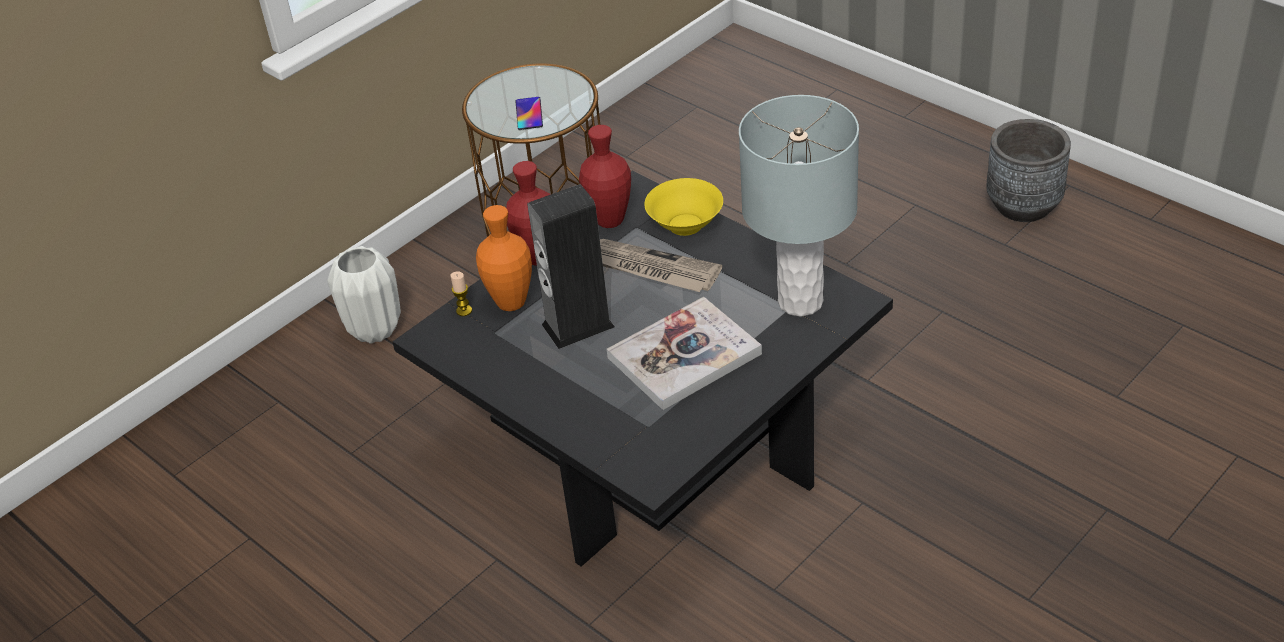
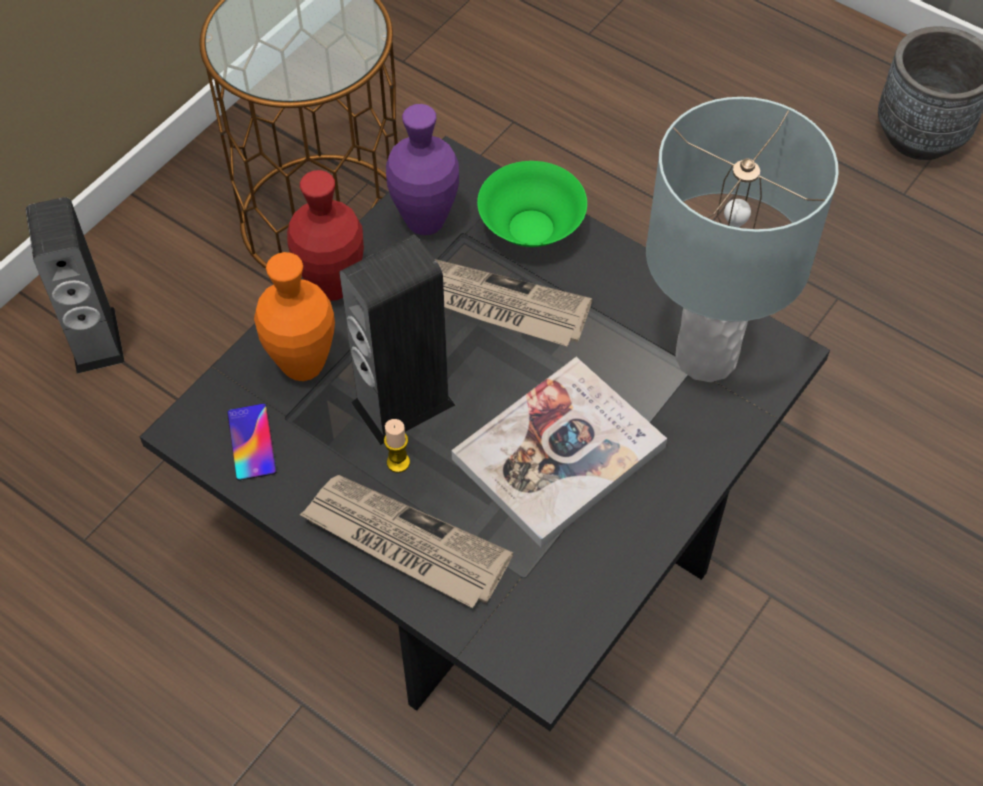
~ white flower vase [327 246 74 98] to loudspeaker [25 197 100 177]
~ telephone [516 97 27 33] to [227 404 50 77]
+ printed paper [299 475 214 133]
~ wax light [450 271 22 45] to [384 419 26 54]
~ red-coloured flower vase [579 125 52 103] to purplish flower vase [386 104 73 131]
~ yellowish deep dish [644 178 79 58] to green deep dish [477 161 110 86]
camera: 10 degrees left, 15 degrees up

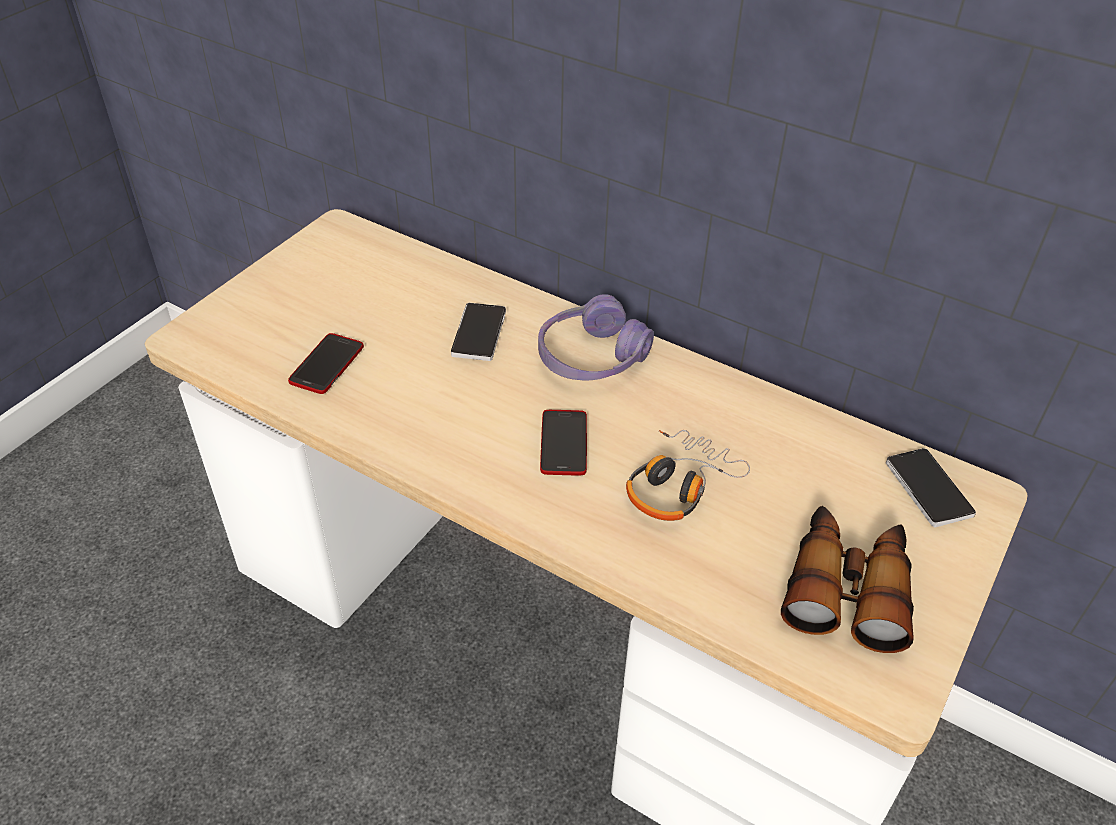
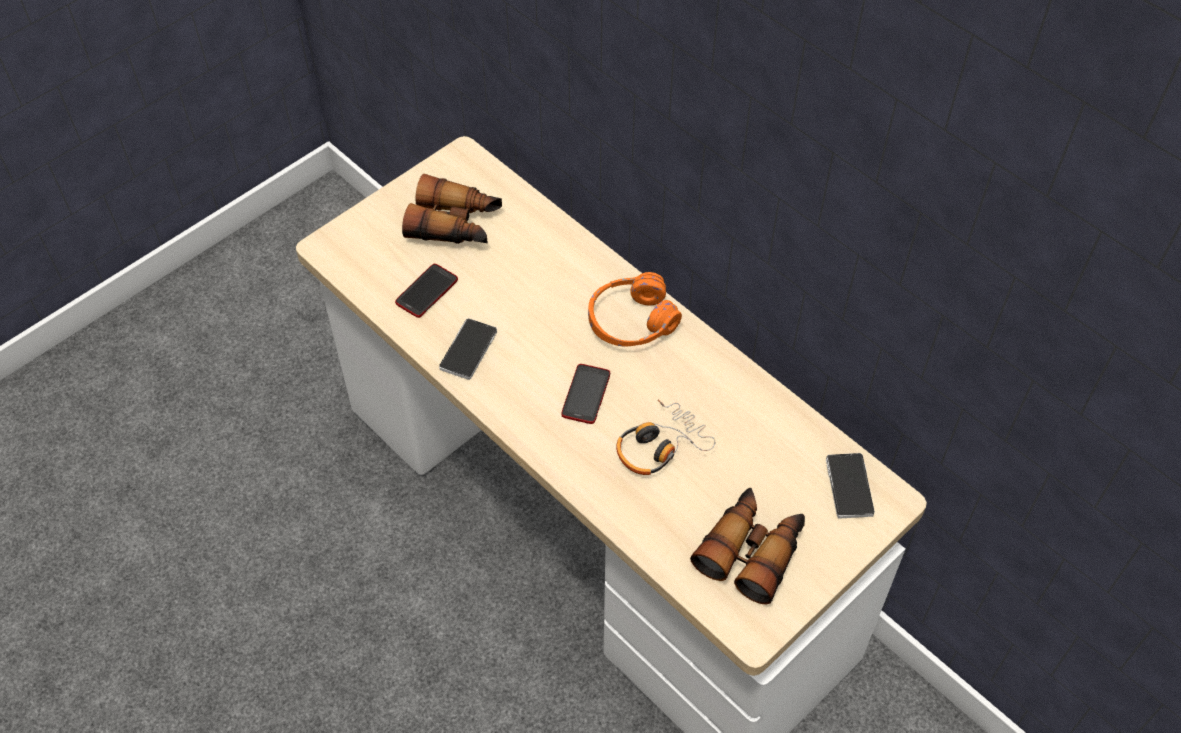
+ pair of binoculars [402 174 100 70]
~ telephone [451 303 55 58] to [439 318 58 62]
~ purplish headphones [538 294 116 86] to orangey headphones [588 272 94 75]
camera: 15 degrees right, 10 degrees up

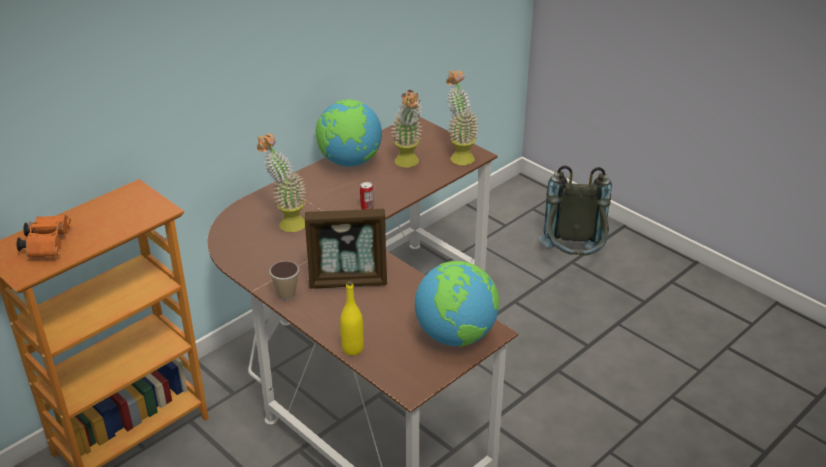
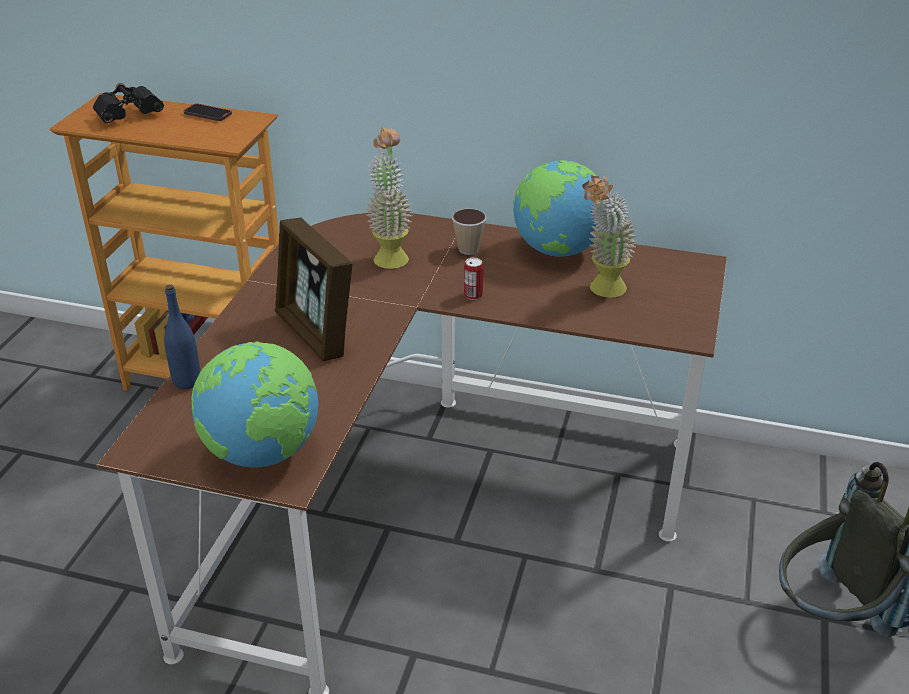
~ orangey pair of binoculars [16 215 55 42] to black-coloured pair of binoculars [93 83 71 40]
~ yellowish beverage bottle [340 281 24 75] to blue-coloured beverage bottle [164 284 37 105]
+ telephone [183 103 49 18]
~ small cup [269 261 30 39] to [452 209 35 46]
- potted plant [446 70 33 95]
camera: 60 degrees right, 0 degrees up

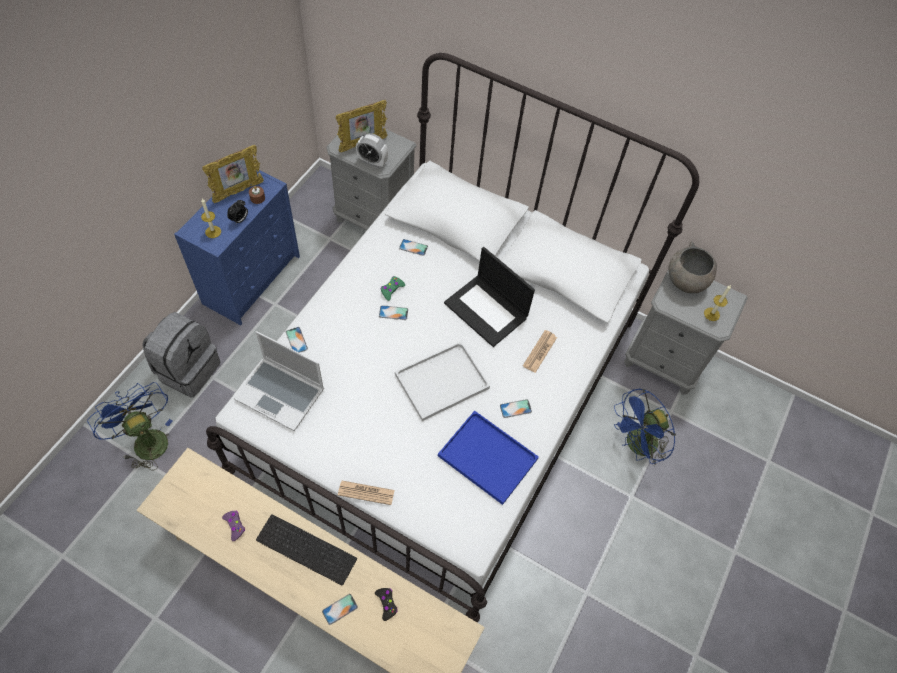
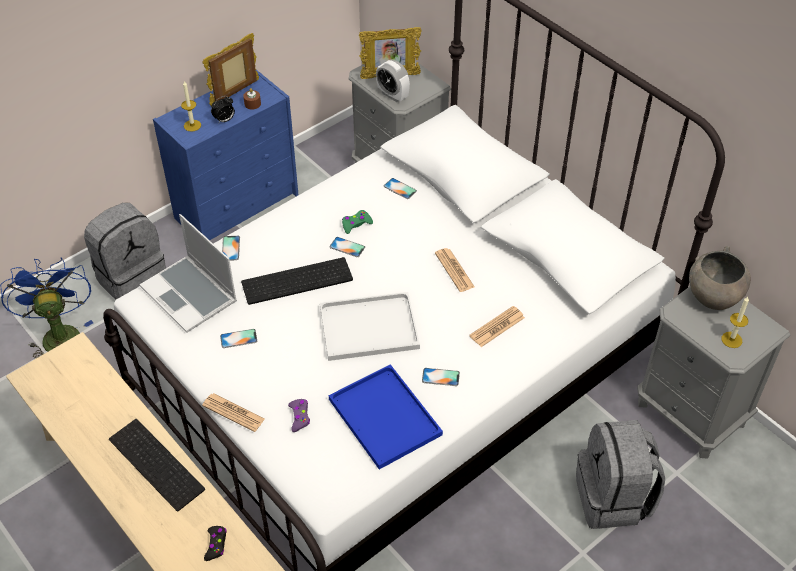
~ picture frame [202 145 62 58] = [203 33 56 73] 150 degrees clockwise
~ telephone [322 594 36 31] to [220 329 37 19]
+ keyboard [241 257 112 48]
~ purplish joypad [222 510 23 31] to [288 399 22 33]
~ notebook computer [444 247 91 100] to printed paper [435 248 40 44]
~ blue-coloured cooling fan [614 389 62 75] to greyish rucksack [576 420 89 109]
camera: 25 degrees right, 10 degrees down

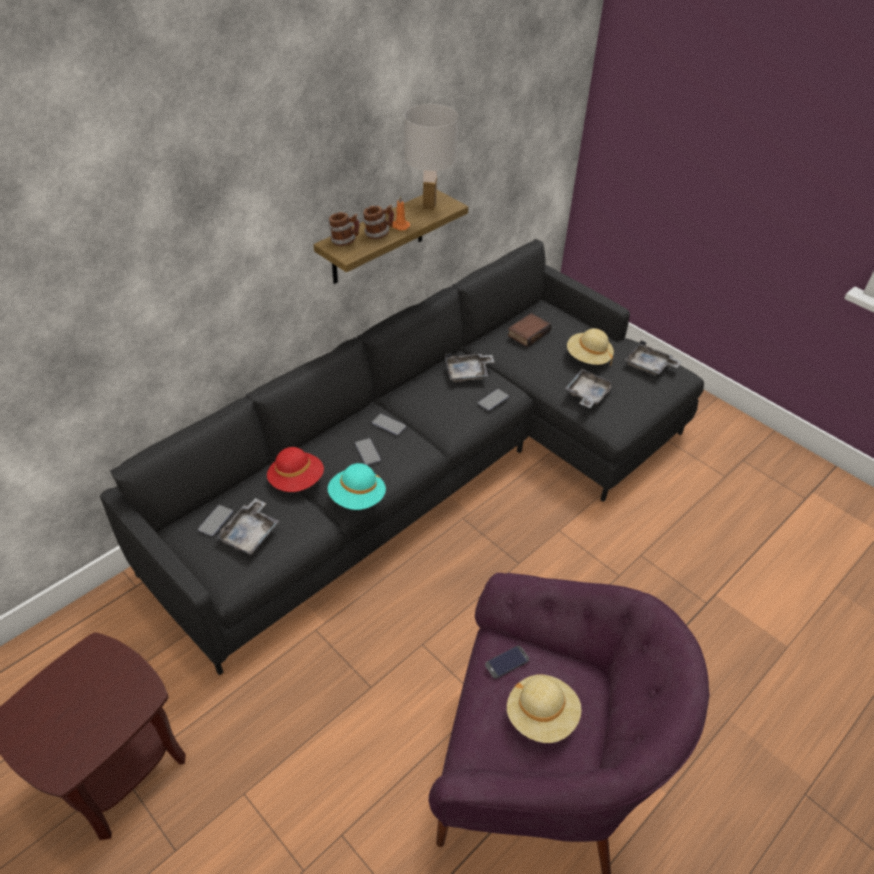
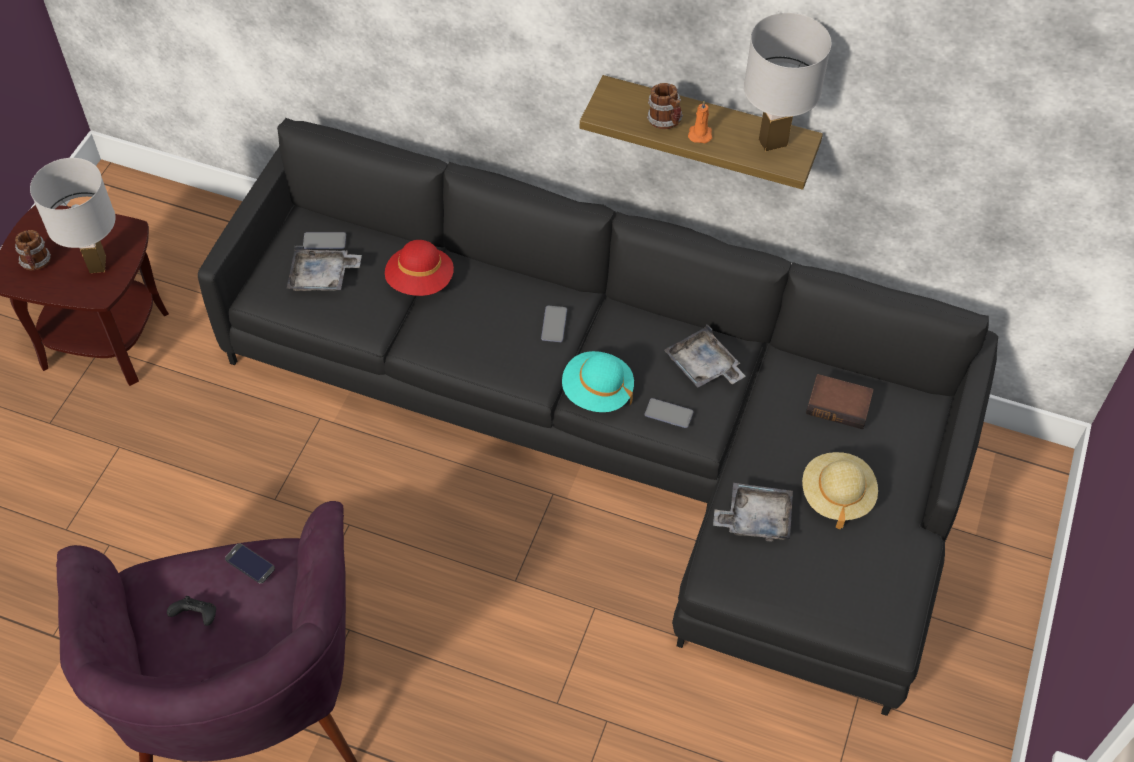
~ mug [329 212 31 34] to [15 230 36 40]
+ white table lamp [30 158 86 115]
~ sand-coloured hat [507 675 75 68] to black-coloured joypad [167 596 49 30]
~ turquoise hat [328 463 58 47] to [562 351 72 61]
- telephone [355 438 26 27]
- greyish tray [625 340 56 35]
camera: 65 degrees right, 10 degrees up

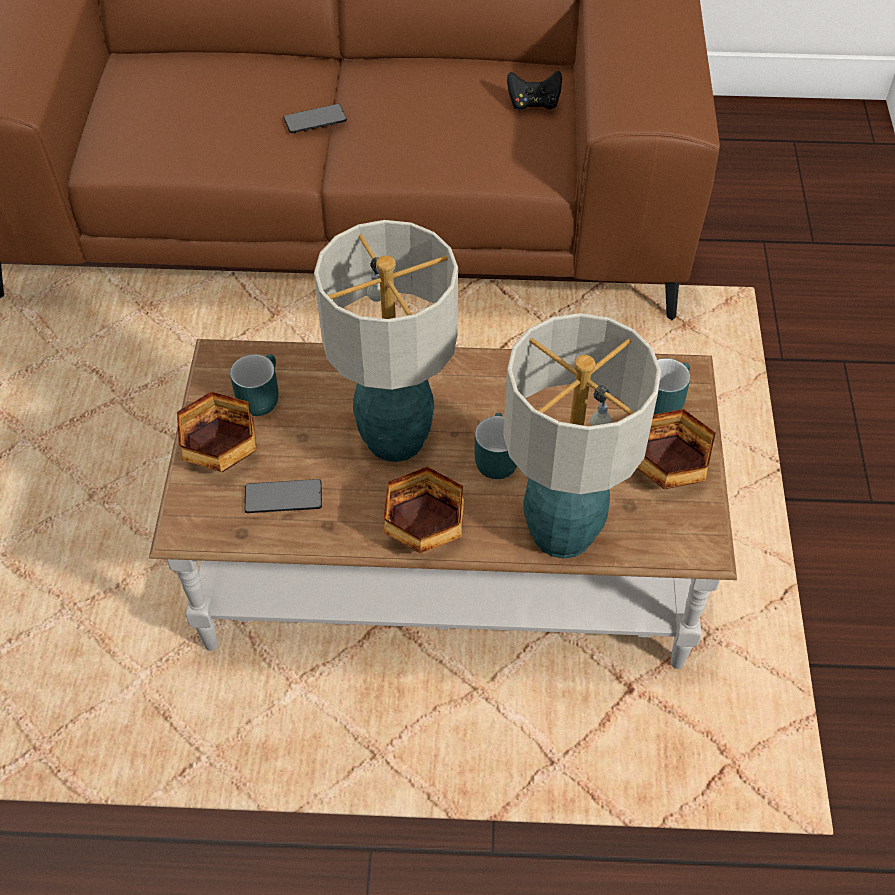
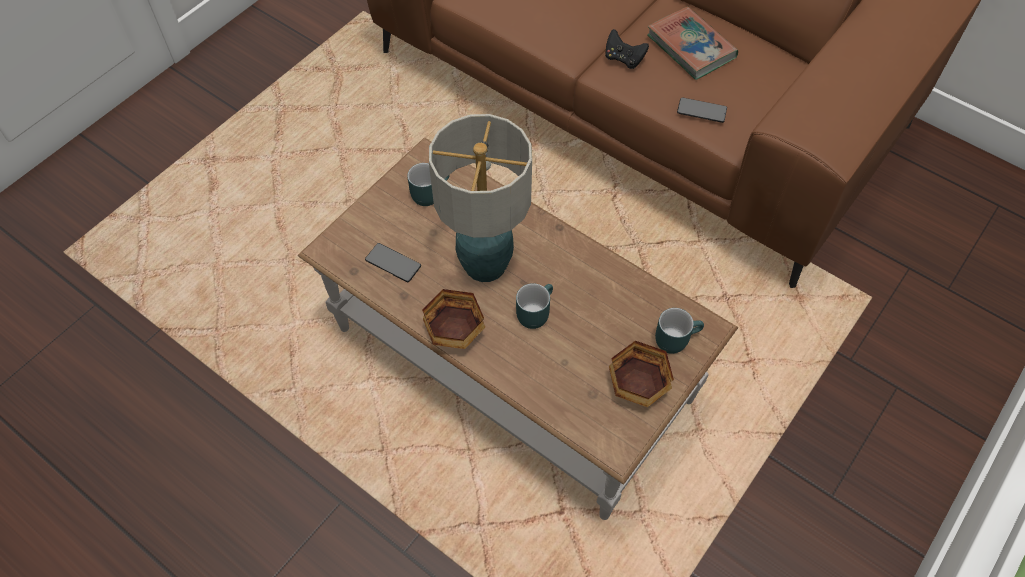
~ black-coloured joypad [507 71 55 39] to [605 29 44 40]
+ book [647 7 91 73]
~ telephone [284 104 63 29] to [677 97 50 26]
- deep dish [177 391 80 81]
- table lamp [503 313 158 246]
camera: 35 degrees right, 5 degrees up

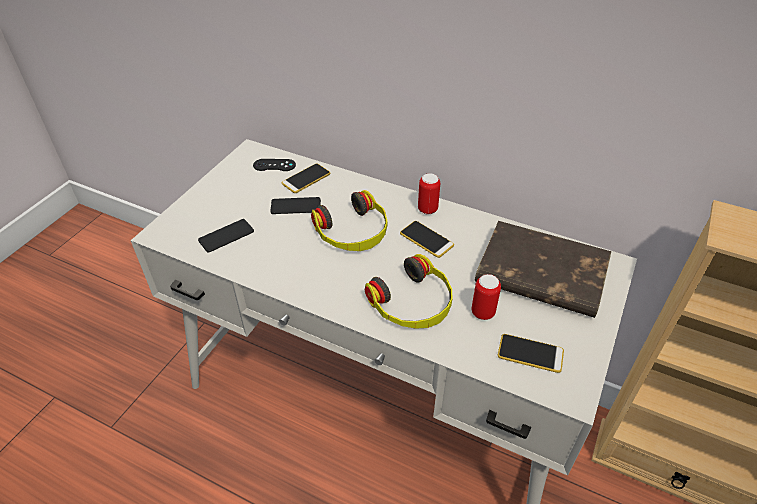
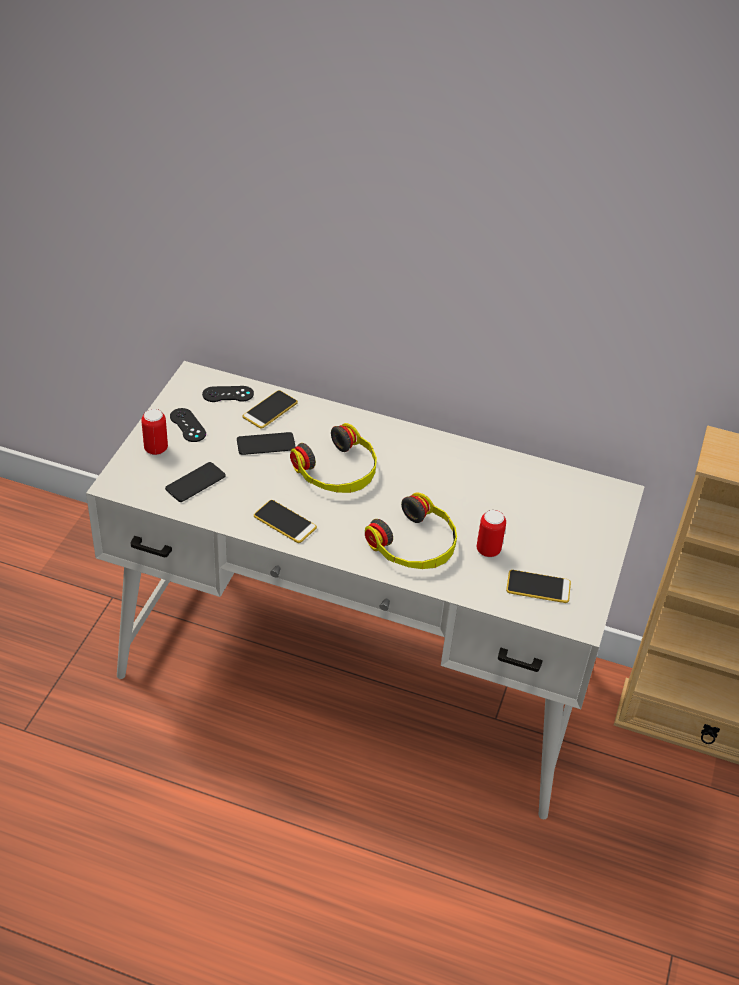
~ metal can [418 173 22 41] to [141 409 27 46]
+ black-coloured joypad [170 408 36 34]
~ telephone [400 221 54 37] to [254 500 63 43]
- brownish book [475 221 136 97]
camera: 10 degrees left, 0 degrees up

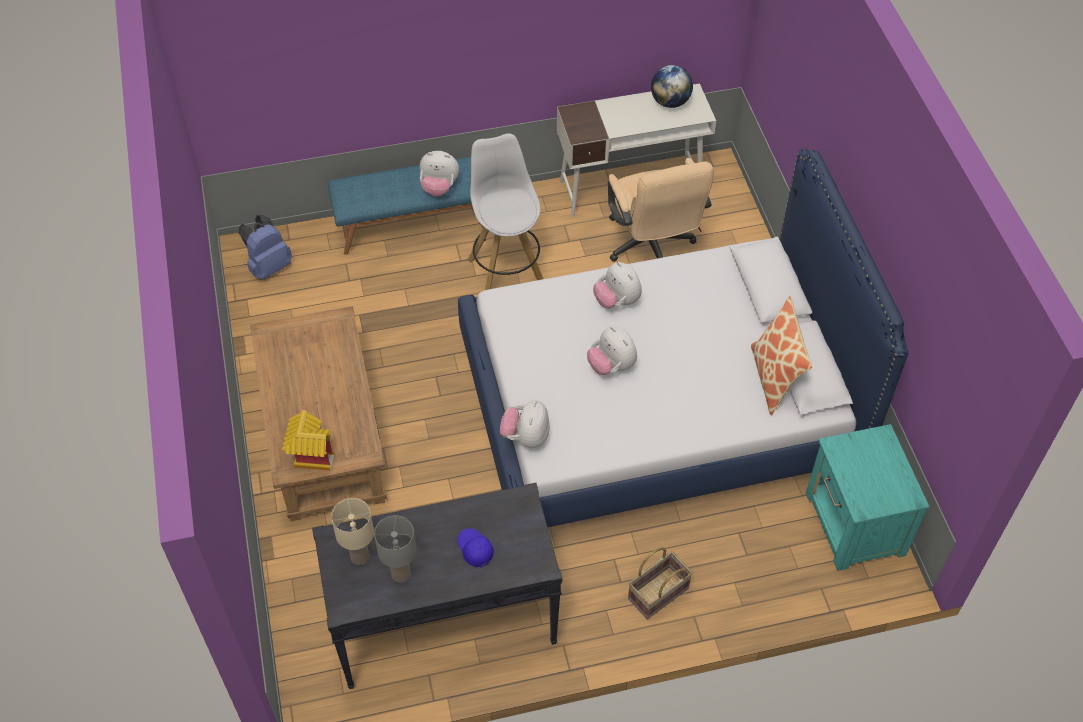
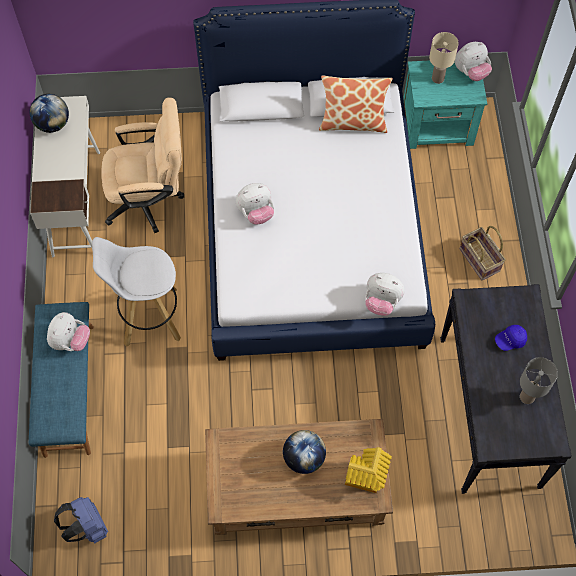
+ globe [283 430 43 44]
~ sand-coloured table lamp [331 498 43 67] to [429 32 30 52]
~ soft toy [587 327 50 48] to [455 42 37 39]
camera: 80 degrees left, 10 degrees up

